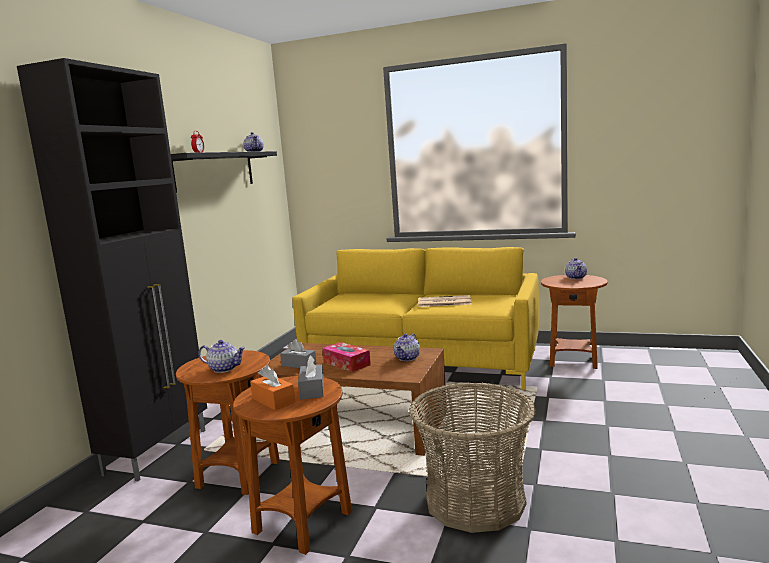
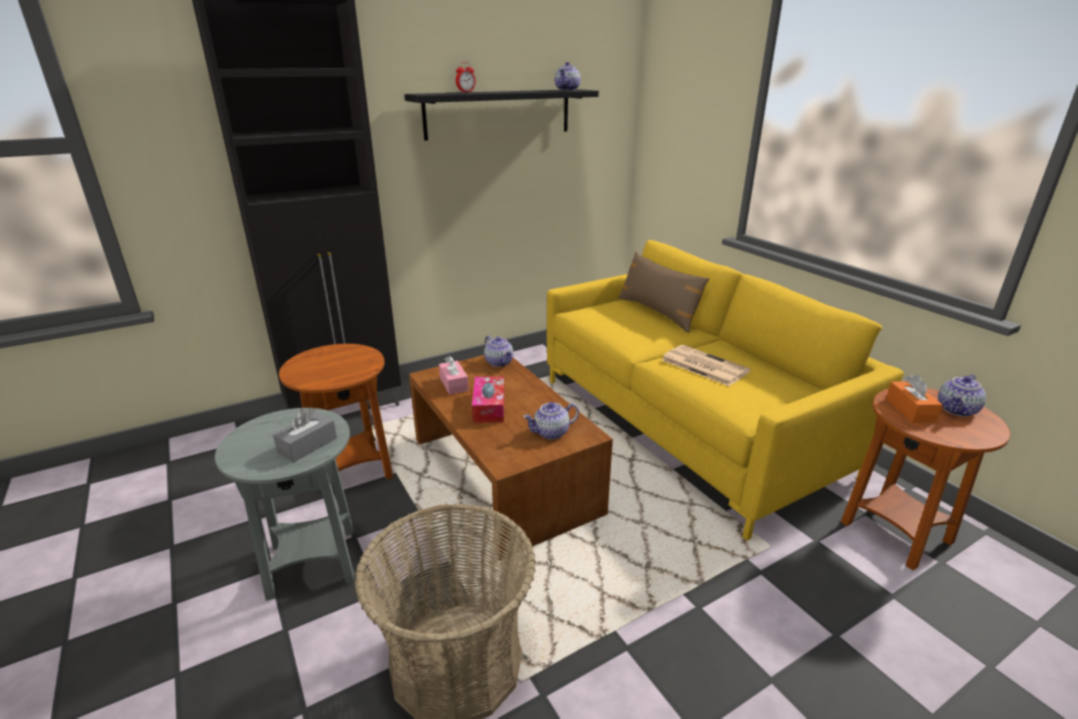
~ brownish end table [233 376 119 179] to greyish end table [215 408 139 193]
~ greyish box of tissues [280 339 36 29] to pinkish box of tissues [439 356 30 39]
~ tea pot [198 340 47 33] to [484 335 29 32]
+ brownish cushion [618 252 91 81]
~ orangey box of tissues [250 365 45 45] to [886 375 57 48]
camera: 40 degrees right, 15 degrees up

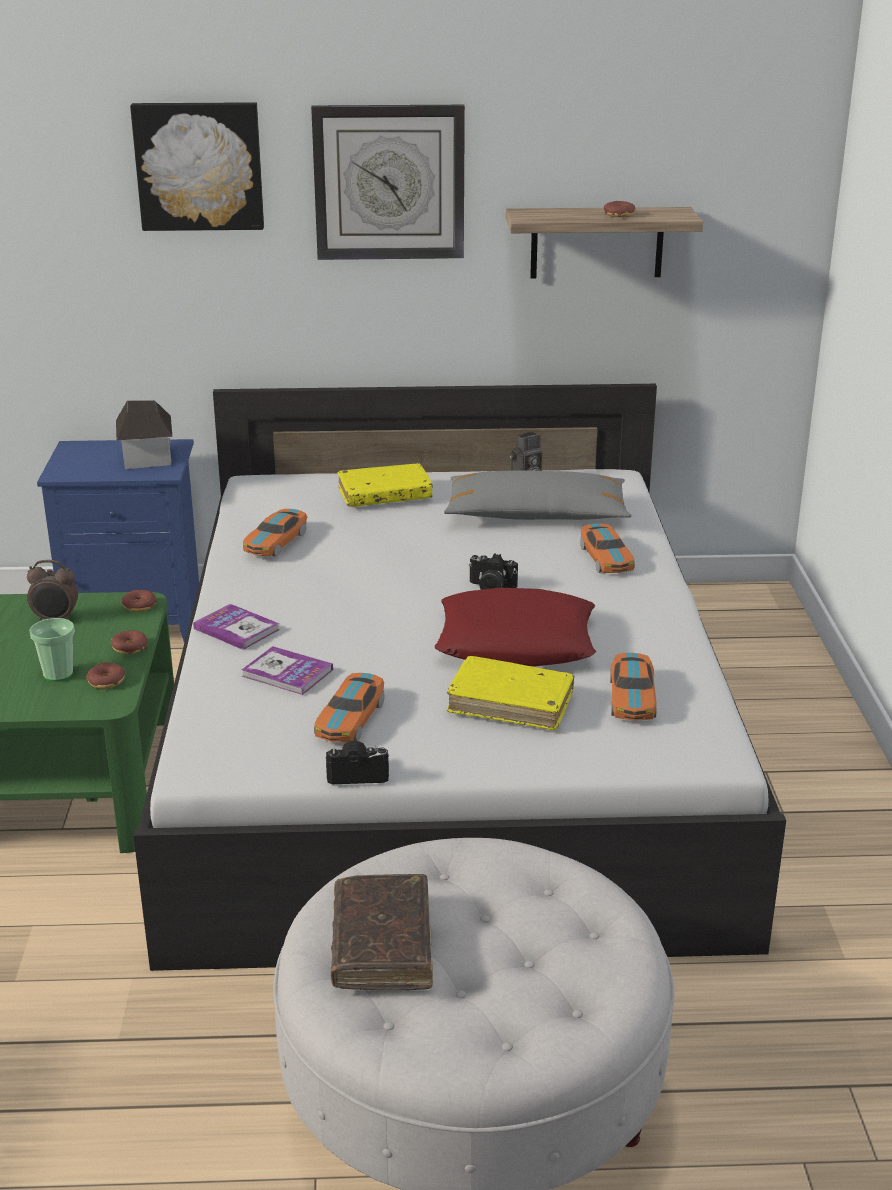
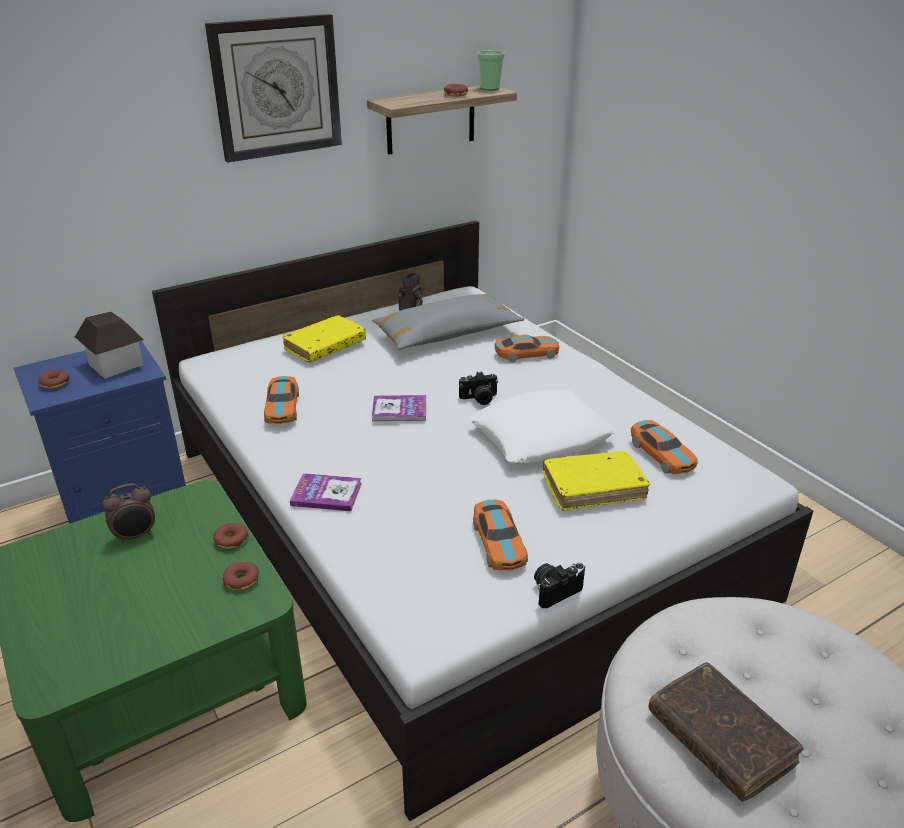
~ donut [121 590 36 22] to [38 370 31 19]
~ book [242 646 91 49] to [372 395 54 26]
~ red-coloured cushion [435 588 161 78] to white cushion [469 389 147 74]
~ small cup [29 618 46 64] to [477 50 28 41]
~ miniature car [580 523 55 50] = [495 335 64 28] 60 degrees counterclockwise
- wall picture [130 102 134 129]
camera: 30 degrees left, 5 degrees up

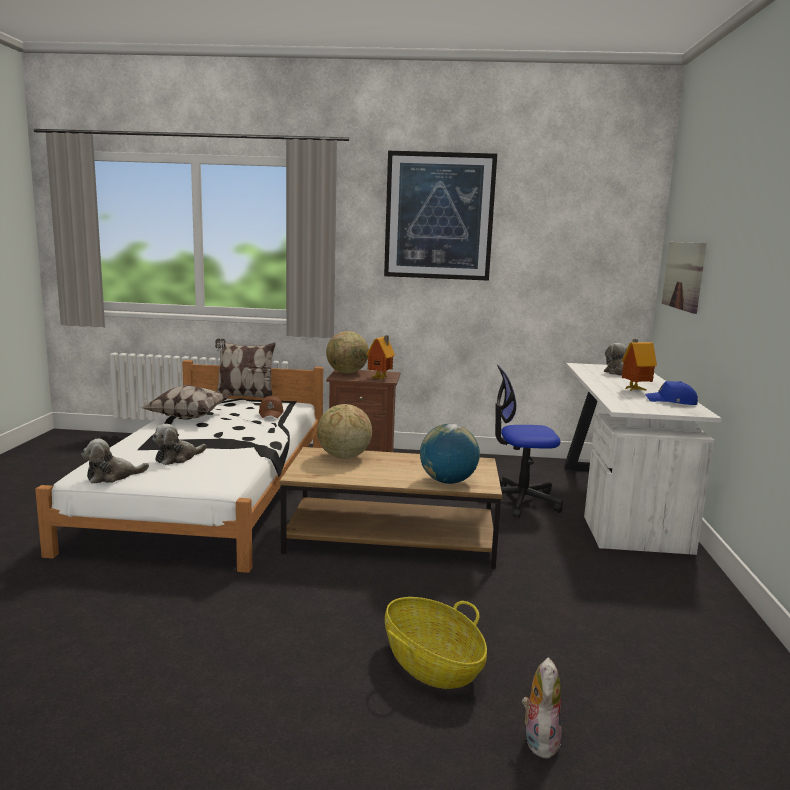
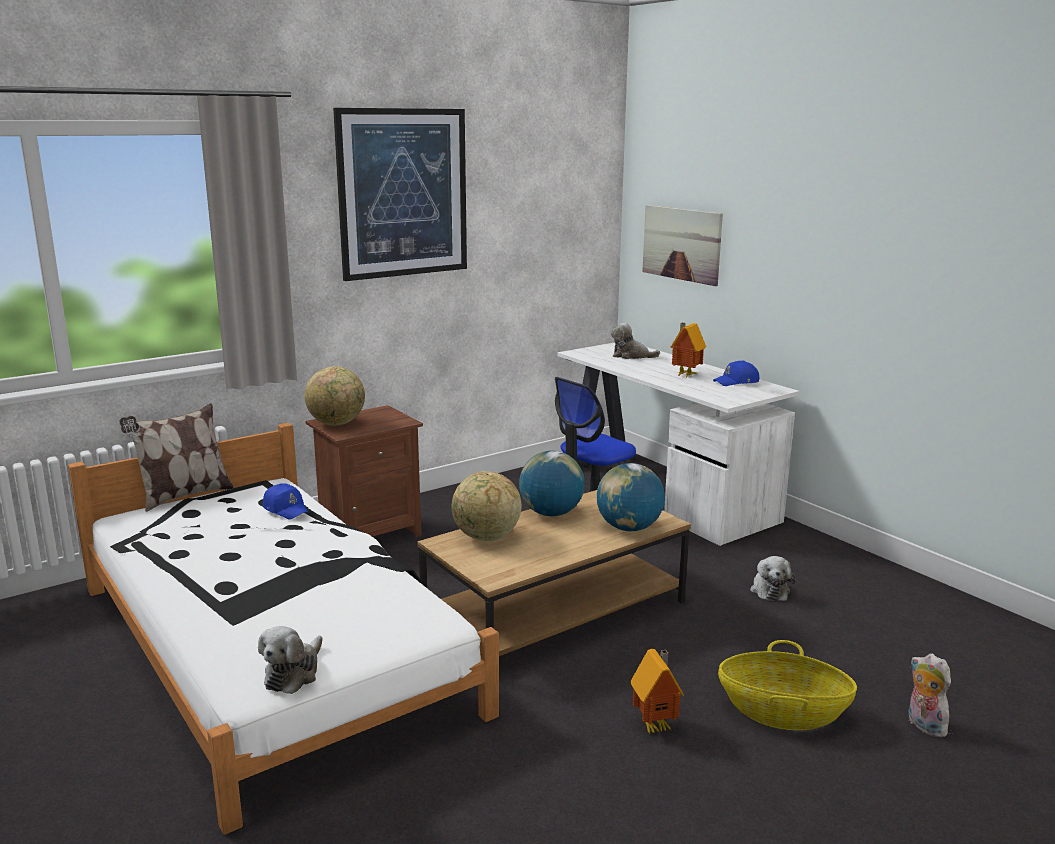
~ brownish baseball cap [259 395 25 23] to blue-coloured baseball cap [263 483 46 36]
+ globe [519 451 66 65]
~ model house [366 335 29 44] to [630 649 54 85]
~ soft toy [152 424 54 41] to [750 556 45 45]
- cushion [141 385 88 34]
camera: 40 degrees left, 5 degrees up

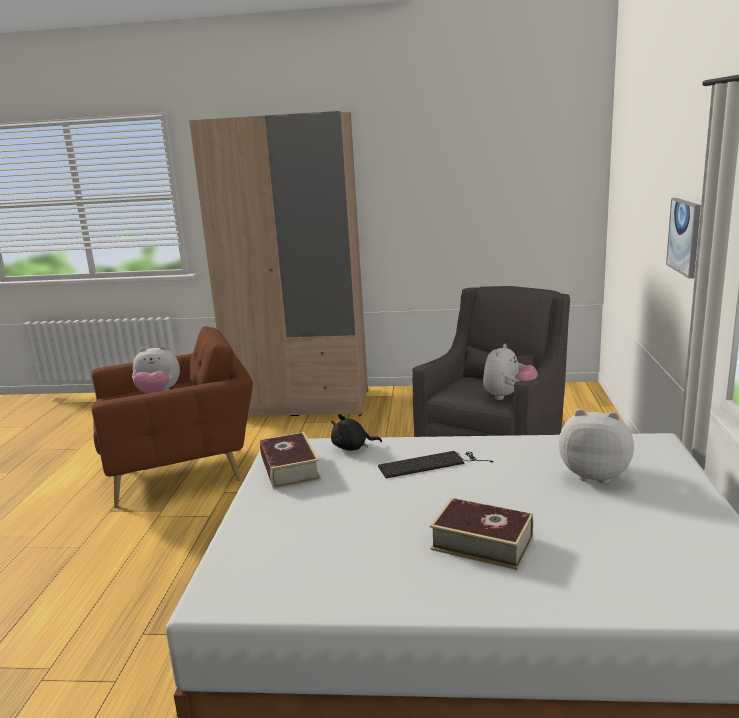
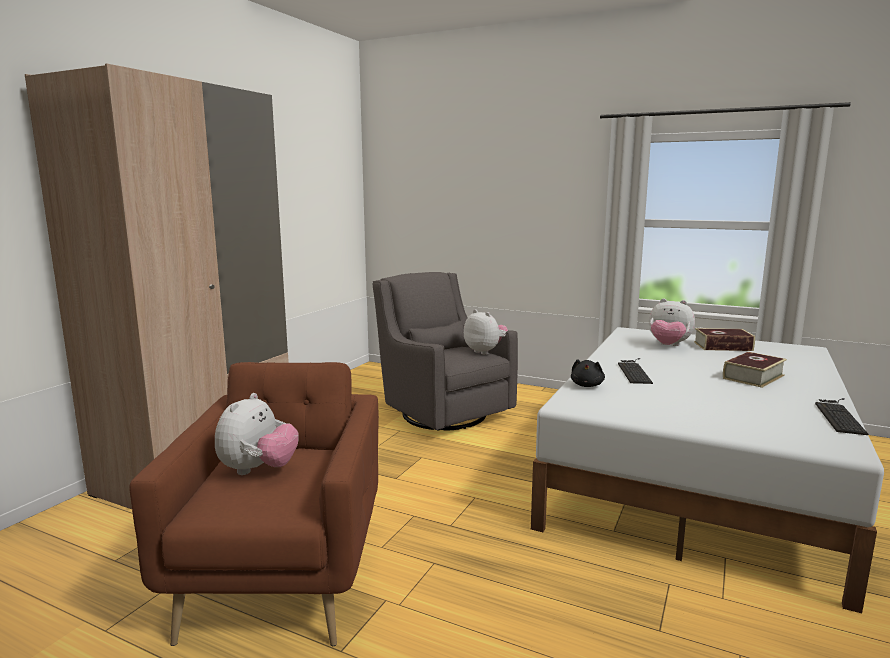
~ soft toy [559 409 75 75] = [649 298 46 48] 105 degrees counterclockwise
~ book [260 432 61 57] to [694 328 61 23]
+ keyboard [815 398 53 37]
- wall picture [666 198 35 81]
camera: 70 degrees left, 5 degrees down

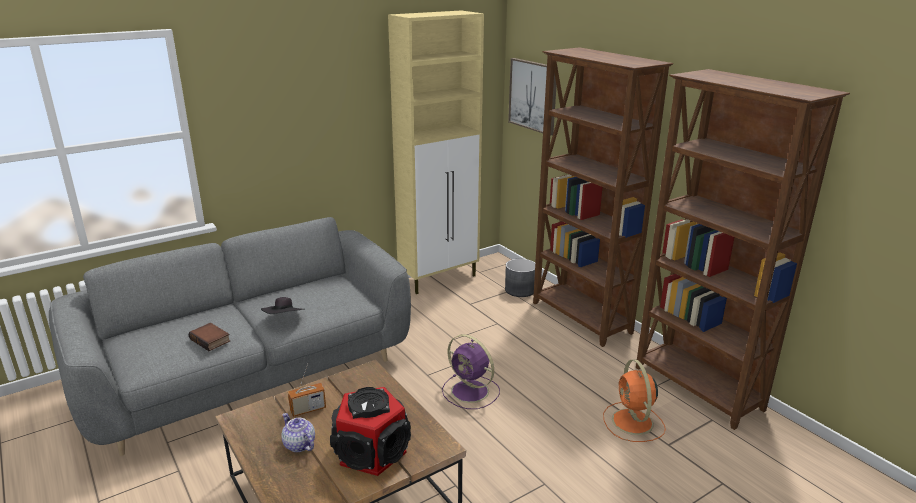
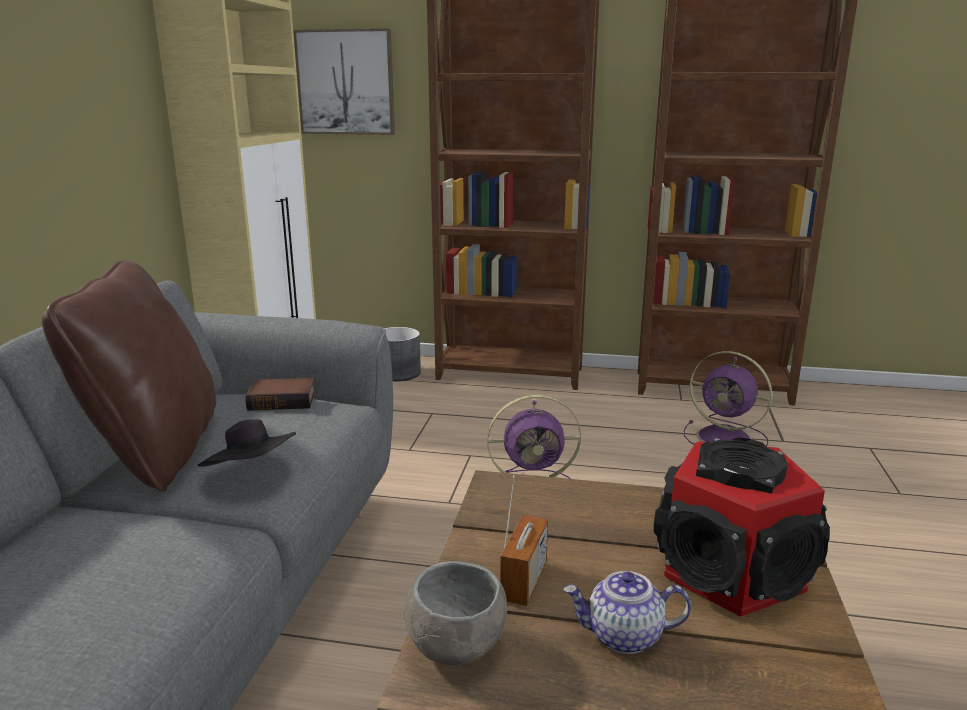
+ brownish cushion [42 261 174 231]
~ book [189 323 41 28] to [245 378 70 33]
+ greyish deep dish [405 561 102 105]
~ orangey cooling fan [603 359 63 83] to purplish cooling fan [684 351 88 96]
camera: 45 degrees left, 5 degrees down

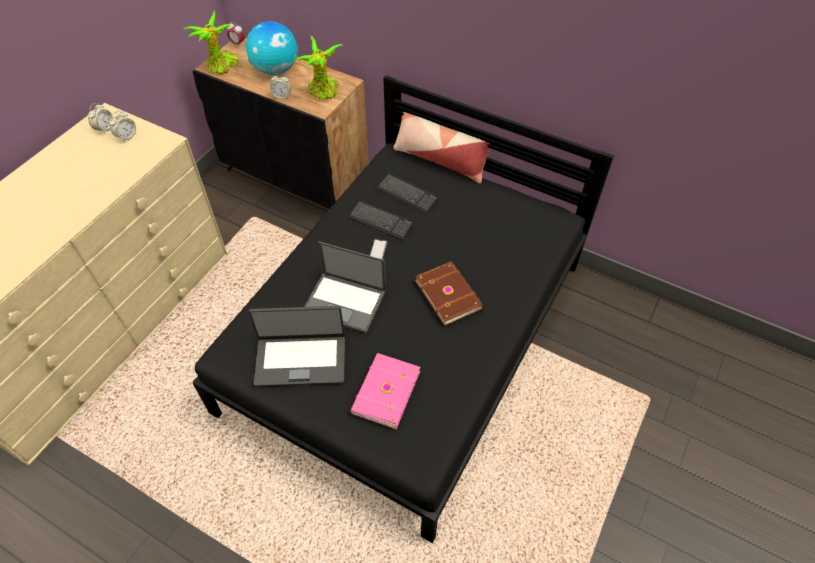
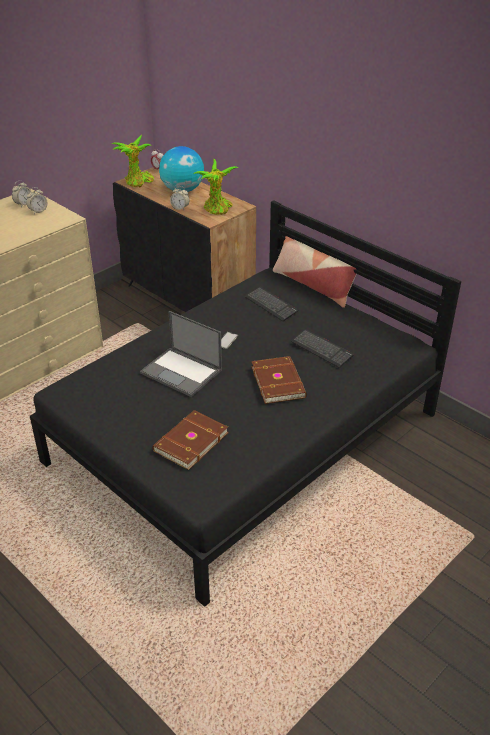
~ pinkish book [350 353 70 76] to brownish book [152 410 77 60]
~ keyboard [348 201 65 39] to [291 329 63 39]
- notebook computer [249 306 96 80]
camera: 15 degrees right, 15 degrees down

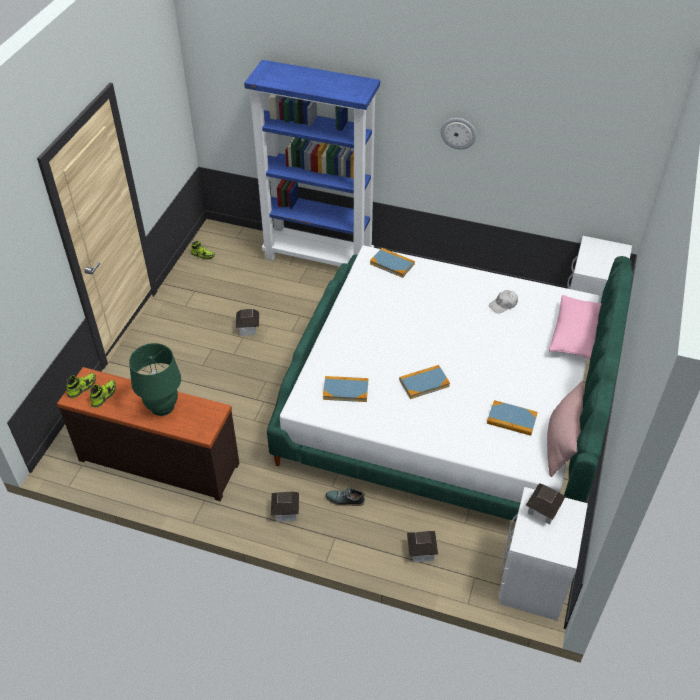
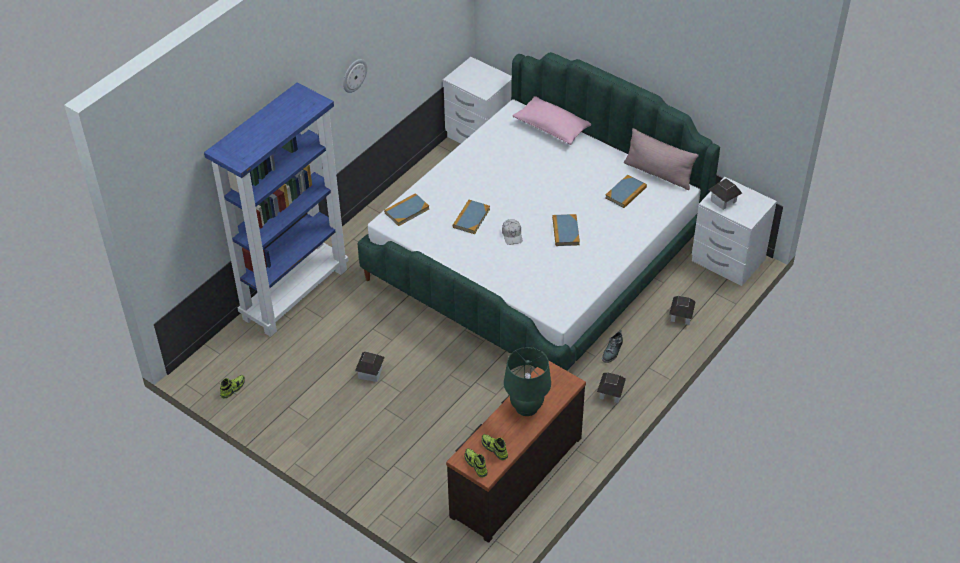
~ book [323 376 45 26] to [453 200 37 34]
~ white baseball cap [489 290 29 24] to [502 219 20 26]
camera: 70 degrees left, 0 degrees up

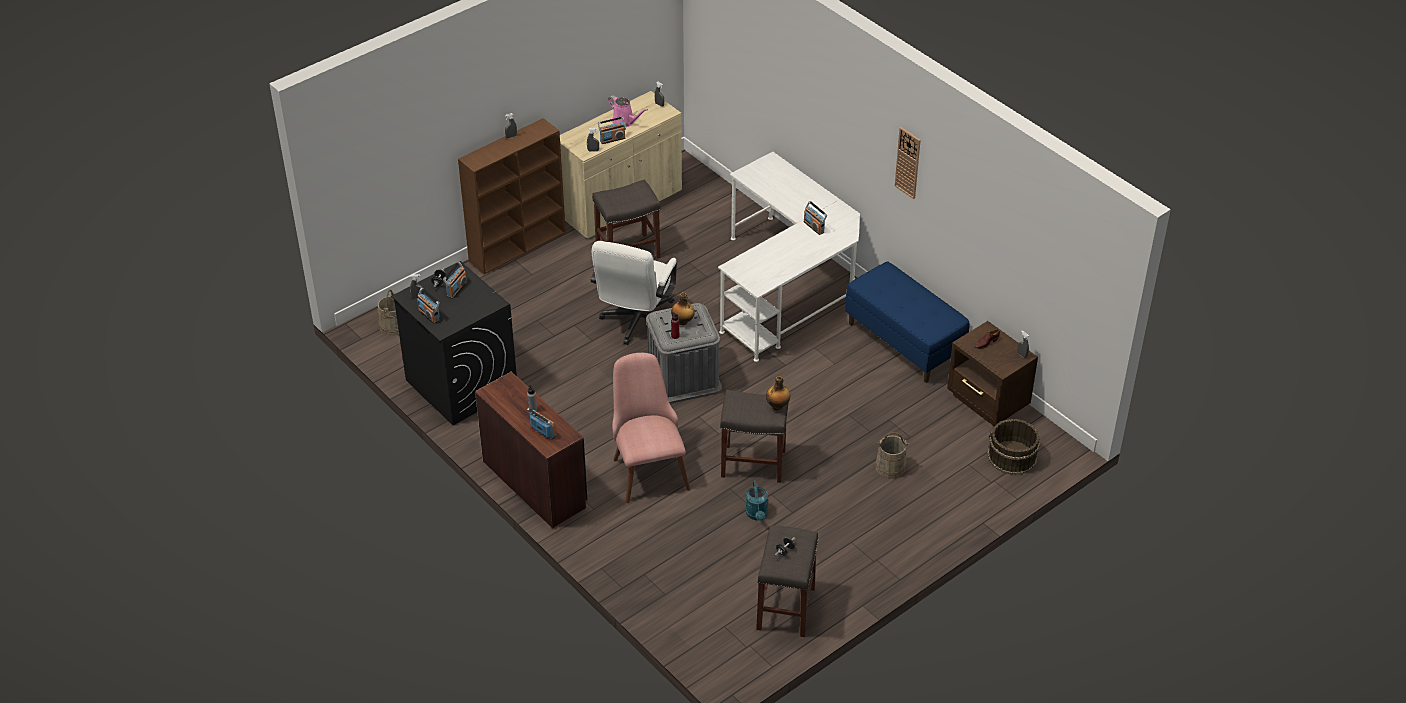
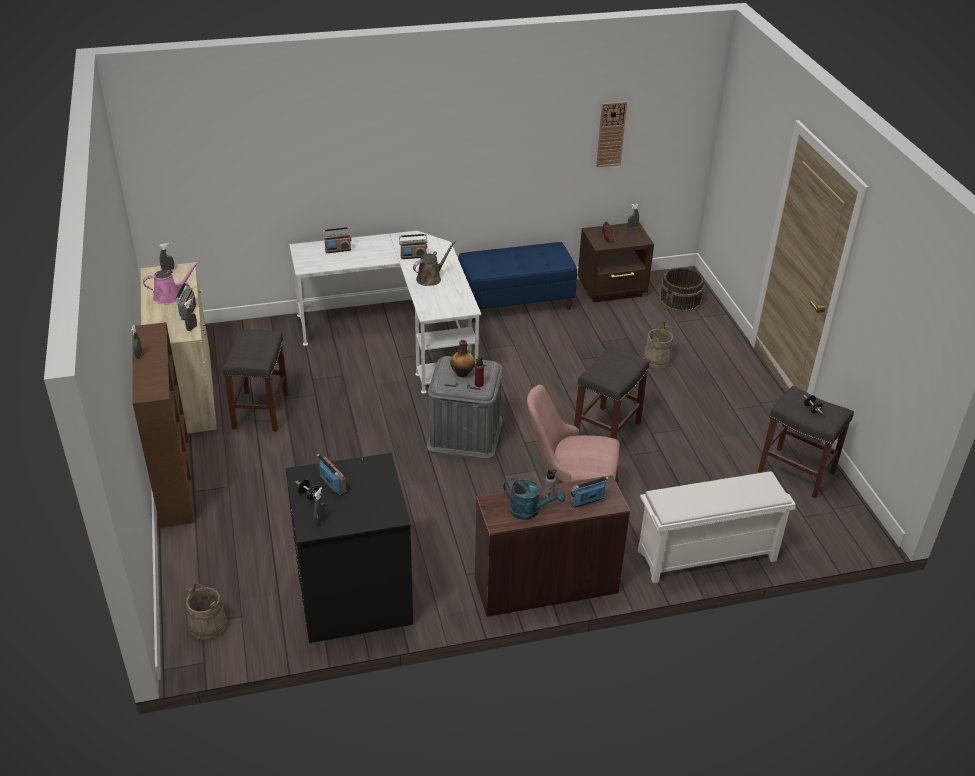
~ radio receiver [417 288 23 36] to [322 227 29 26]
+ brownish watering pot [413 240 43 46]
~ turquoise watering pot [746 480 22 41] to [503 478 62 42]
~ hanging clock [895 127 26 72] to [596 101 31 66]
+ white shoe stand [638 471 158 112]
- white computer chair [591 241 86 104]
- beverage bottle [766 376 24 34]
camera: 65 degrees left, 5 degrees down

